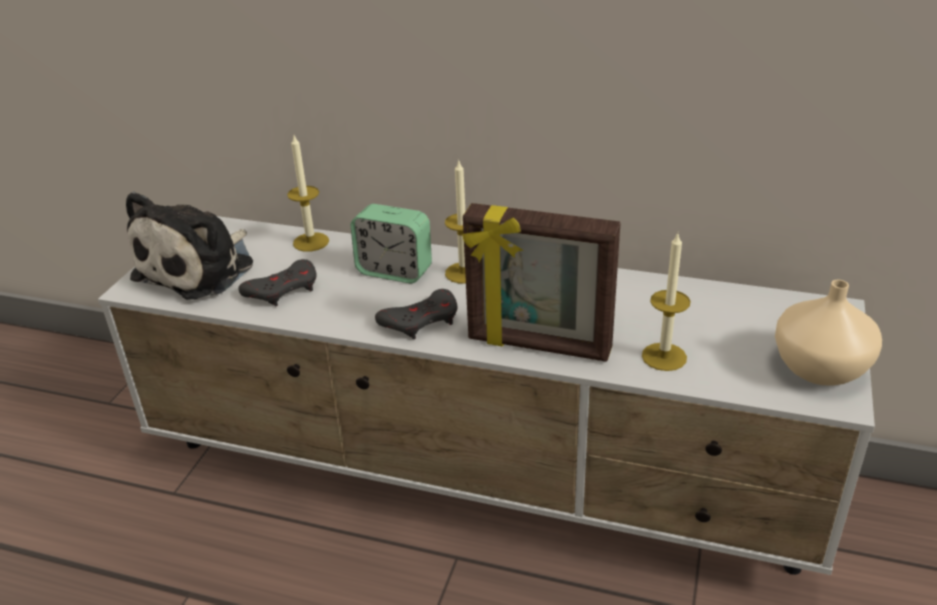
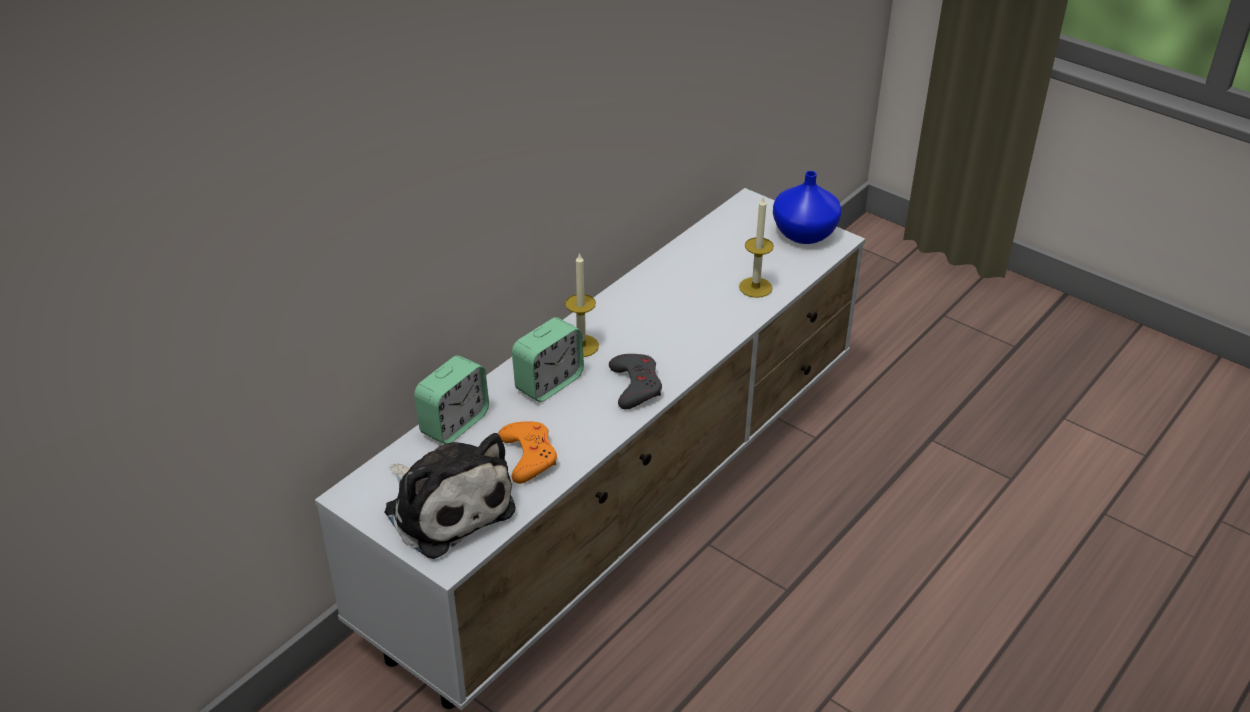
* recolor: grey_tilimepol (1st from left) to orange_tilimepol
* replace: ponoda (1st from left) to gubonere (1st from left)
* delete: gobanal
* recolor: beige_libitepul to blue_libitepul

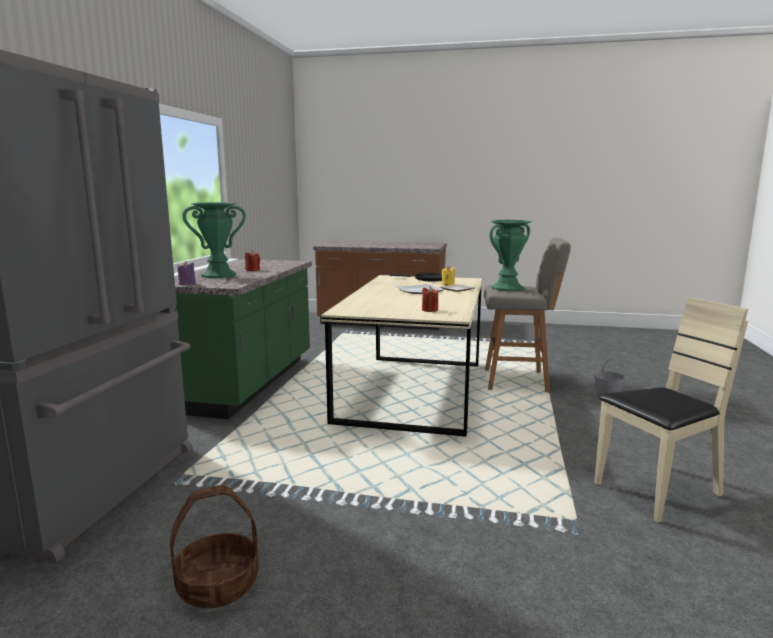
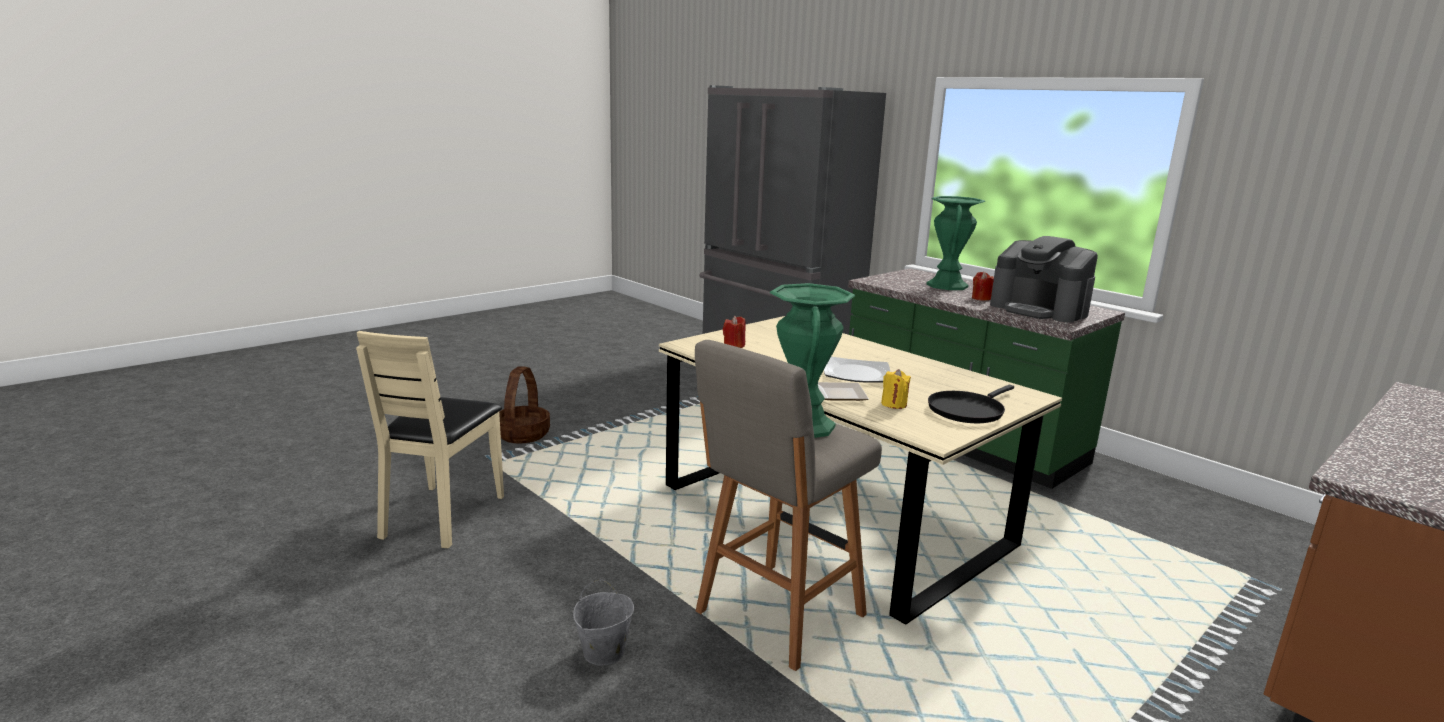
* move: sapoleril
* delete: purple_ponoda
* insert: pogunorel

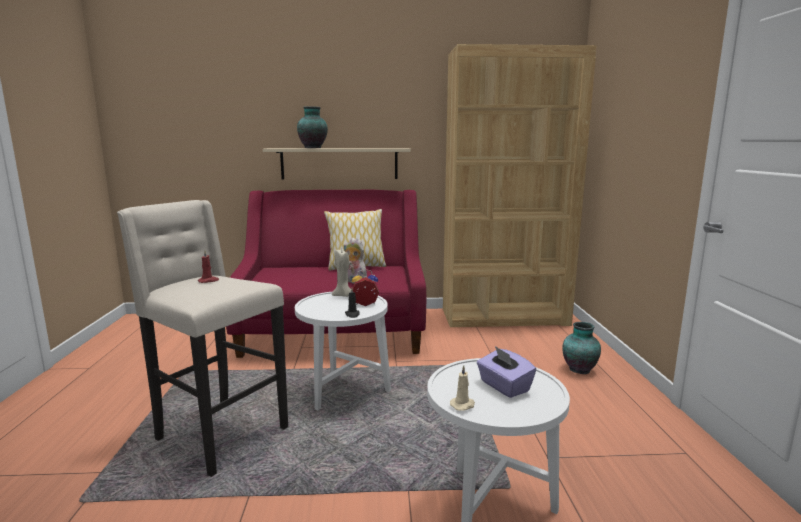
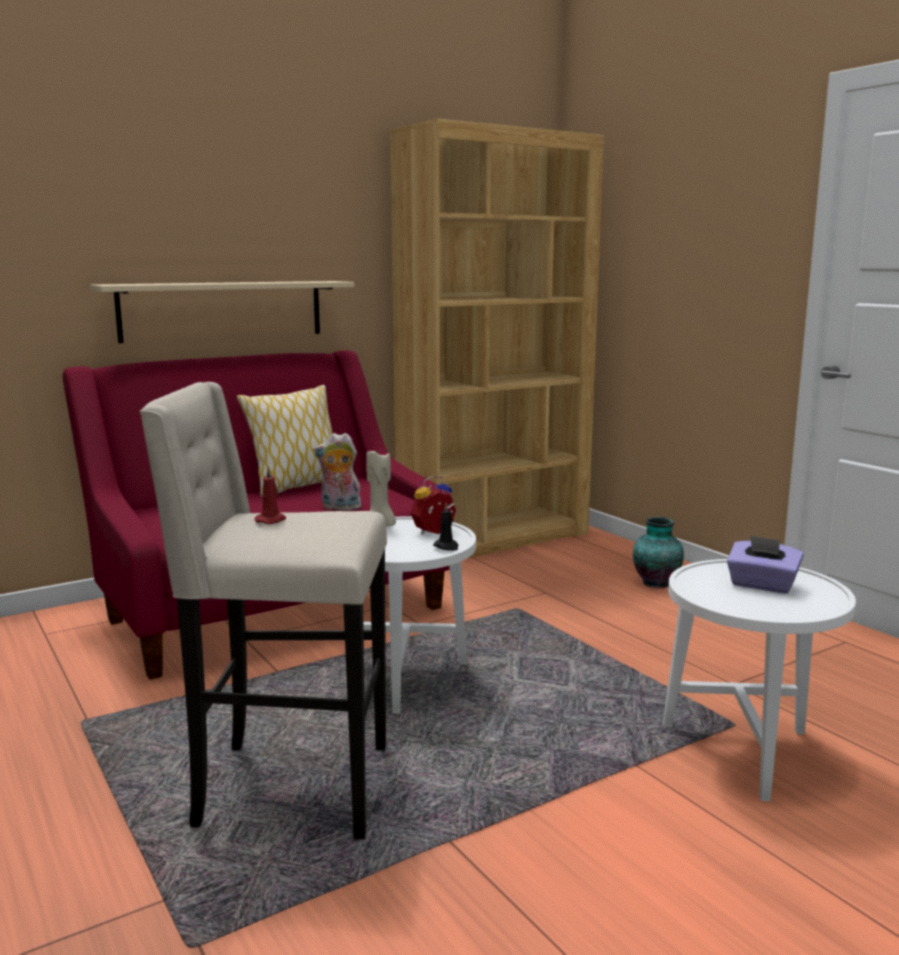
* delete: libitepul (1st from left)
* delete: beige_ponoda (2nd from left)

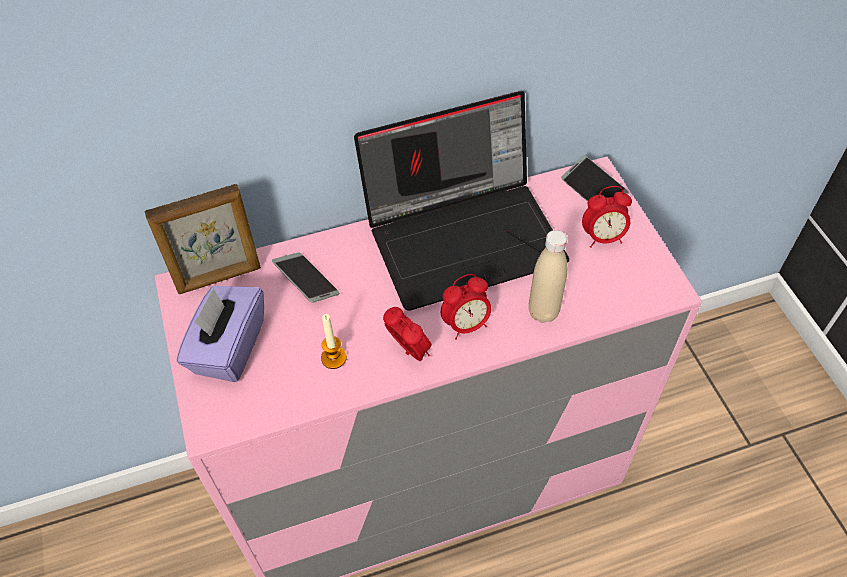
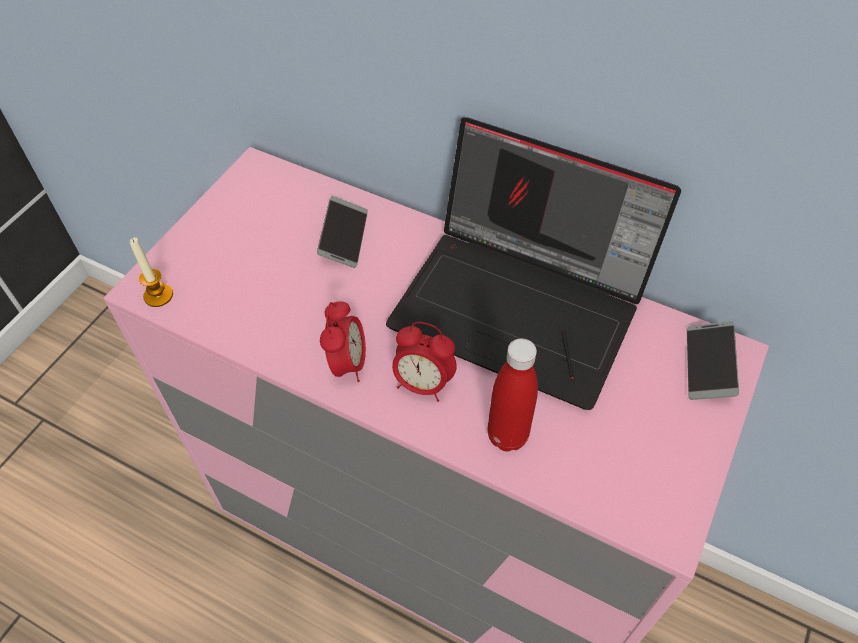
* delete: gobanal
* delete: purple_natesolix
* move: ponoda
* recolor: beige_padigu to red_padigu
* delete: gubonere (3rd from left)

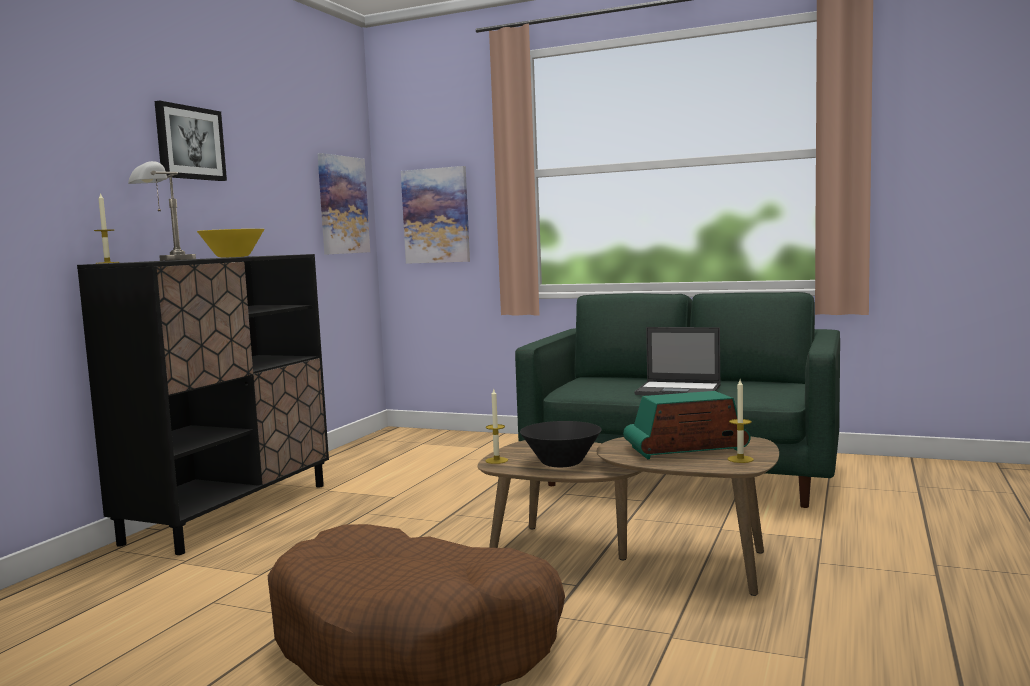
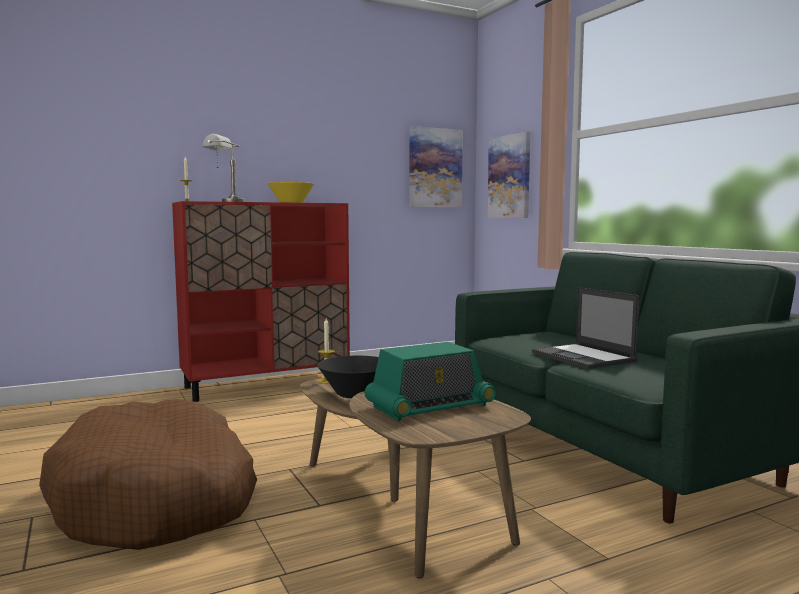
* recolor: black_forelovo to red_forelovo
* delete: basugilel (1st from left)
* rotate: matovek 120 degrees clockwise
* delete: ponoda (3rd from left)

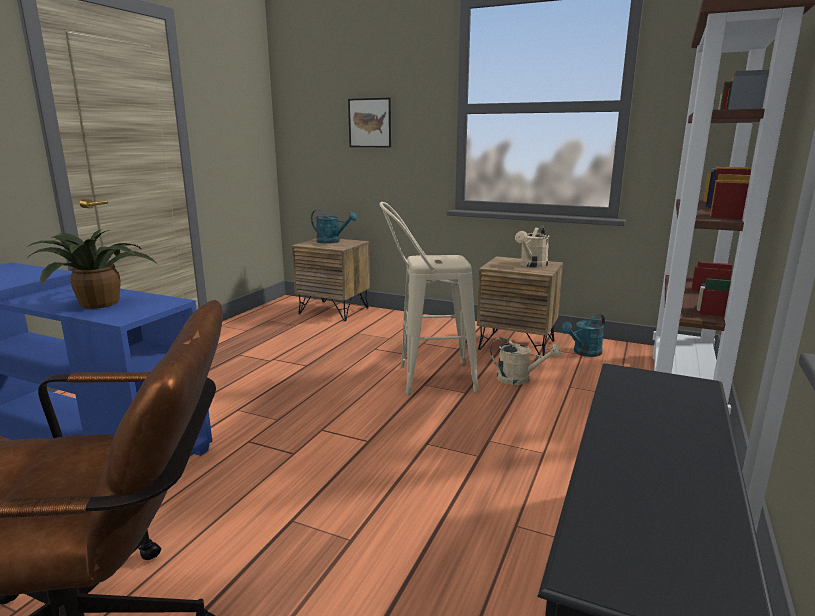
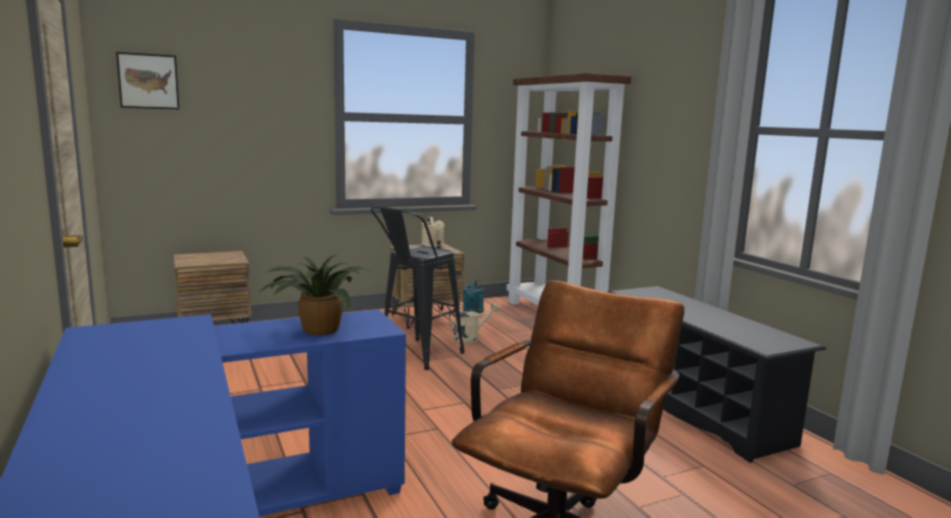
* delete: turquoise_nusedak (1st from left)
* move: basugilel
* recolor: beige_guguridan to black_guguridan

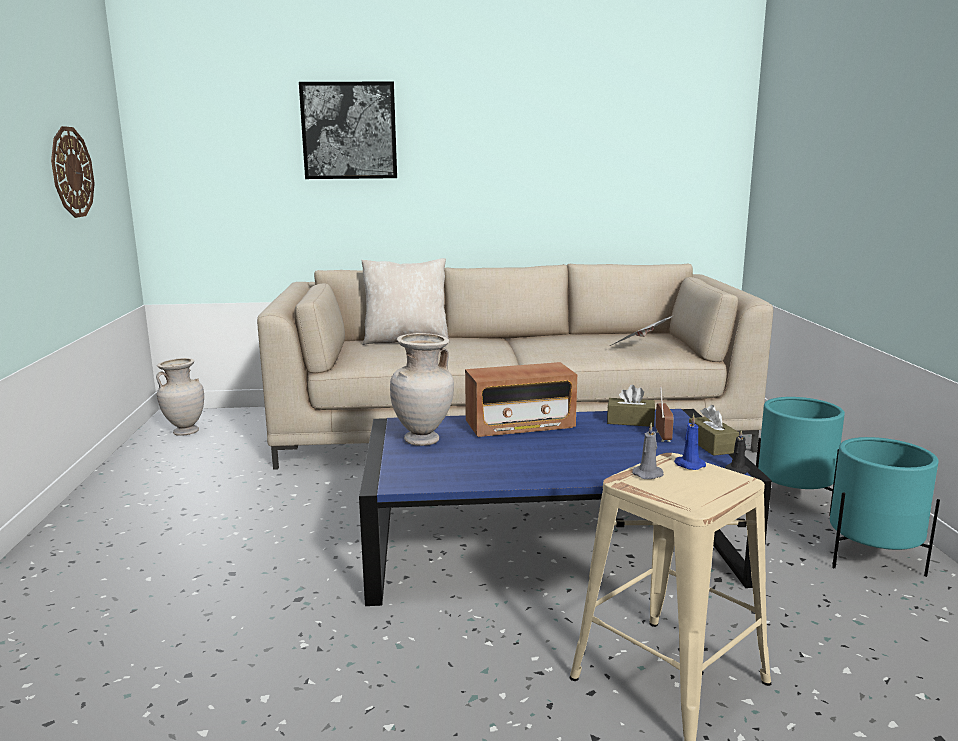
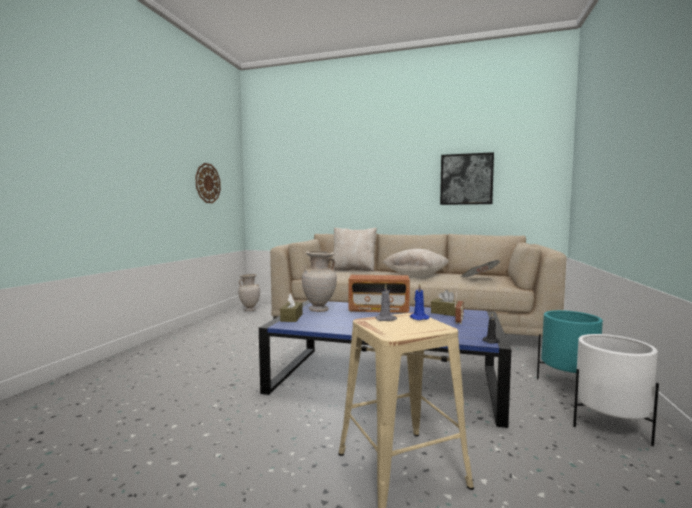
* move: basugilel
* move: brown_natesolix (2nd from left in the first image) to brown_natesolix (1st from left)
* recolor: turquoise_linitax (2nd from left) to white_linitax
* insert: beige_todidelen (2nd from left)

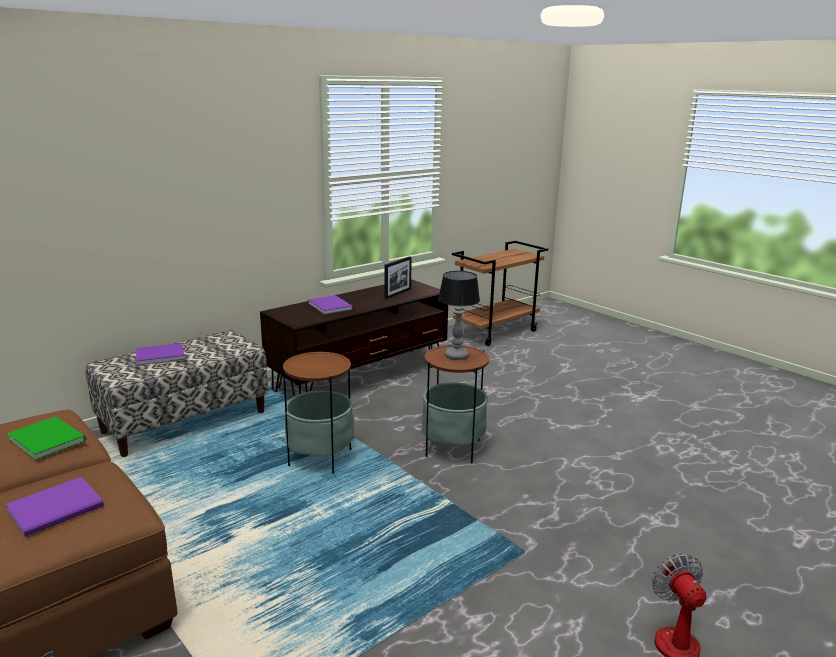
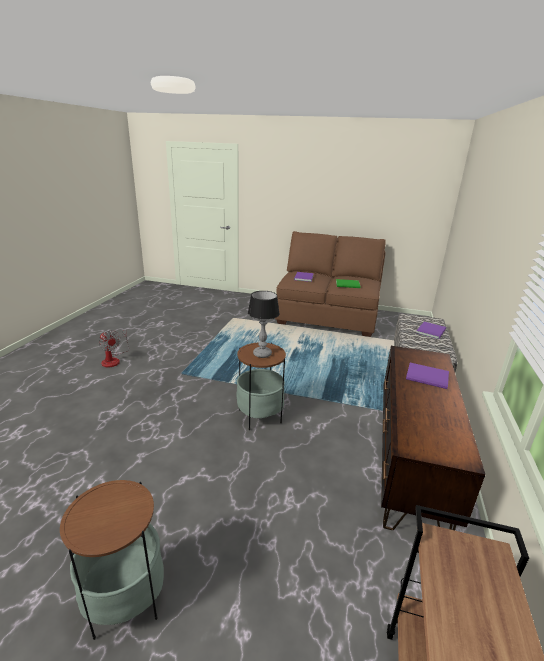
* move: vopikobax (1st from left)
* delete: gobanal

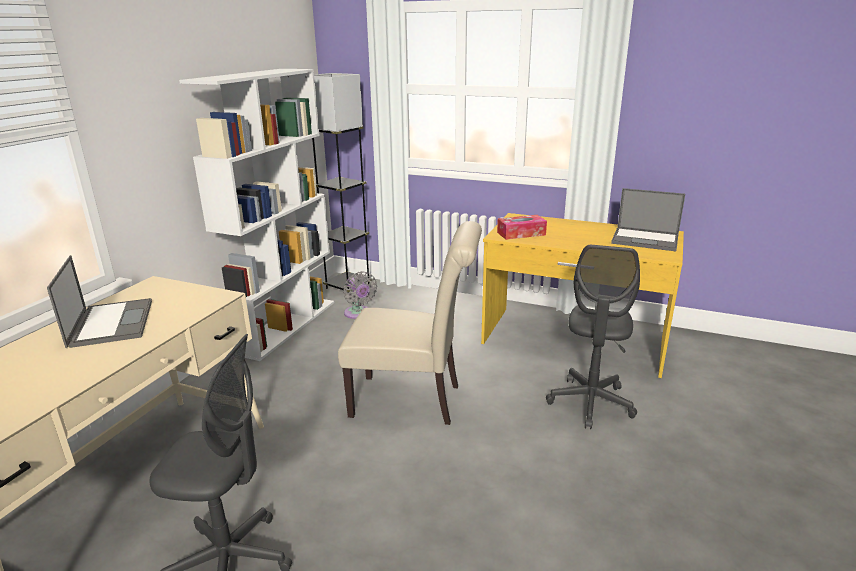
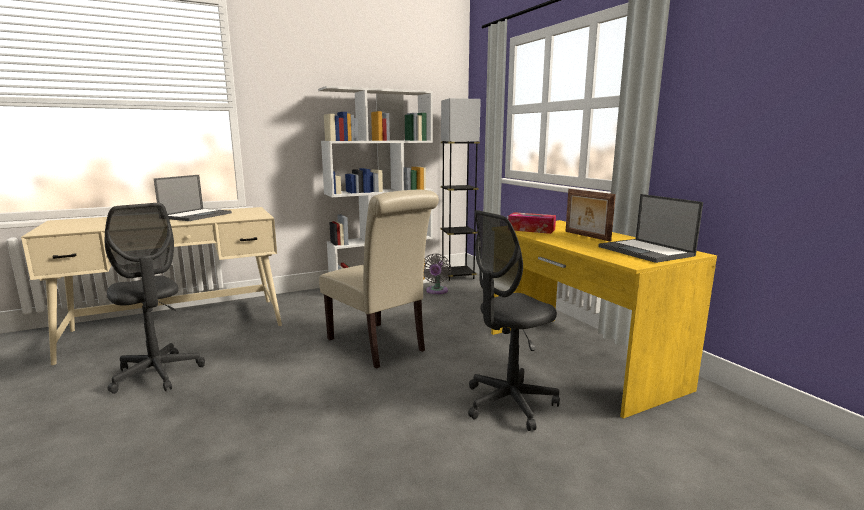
* insert: gobanal

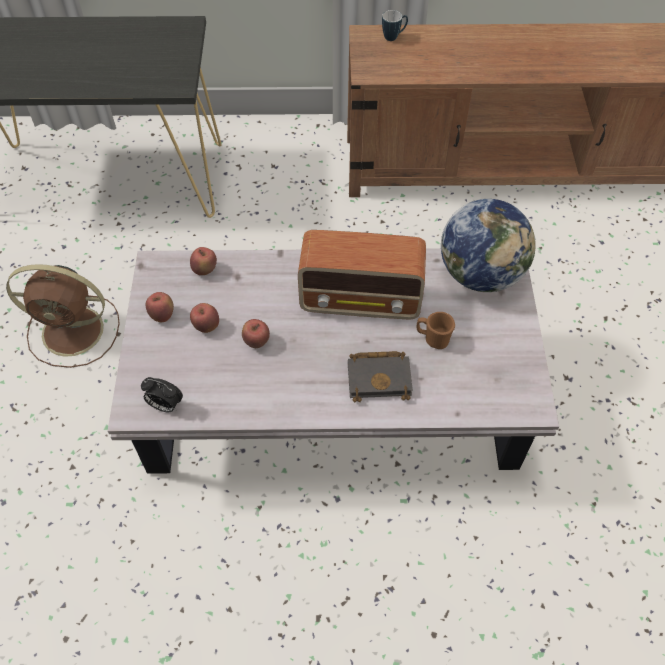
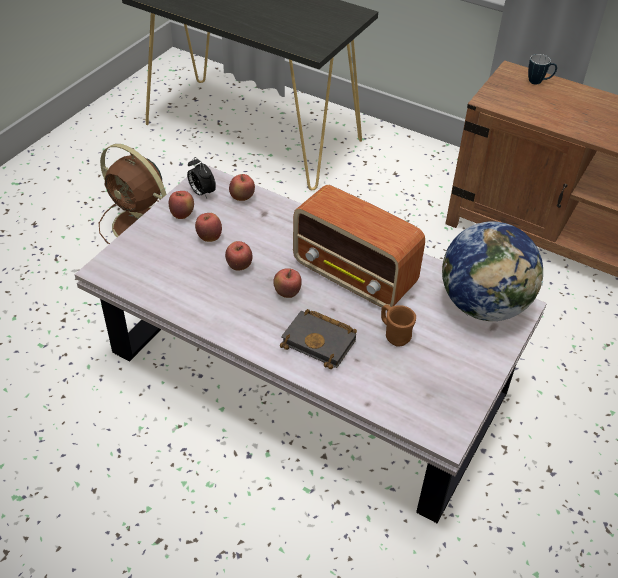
* move: gubonere
* insert: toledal (5th from left)

